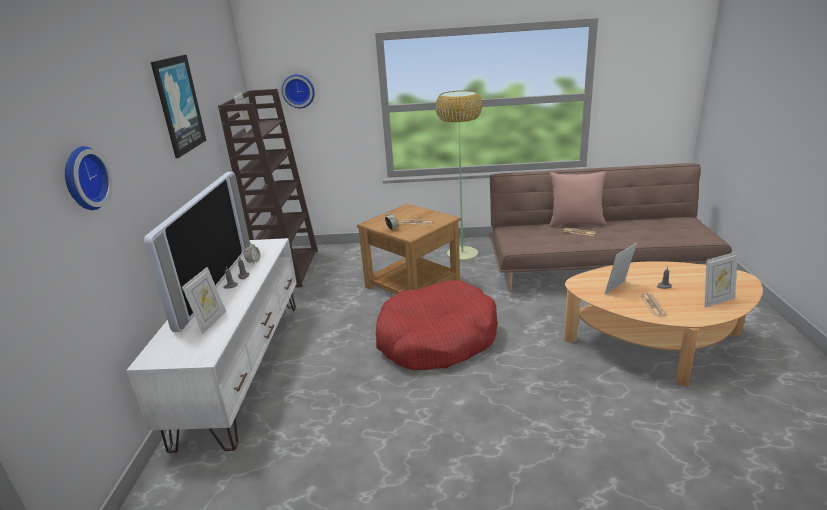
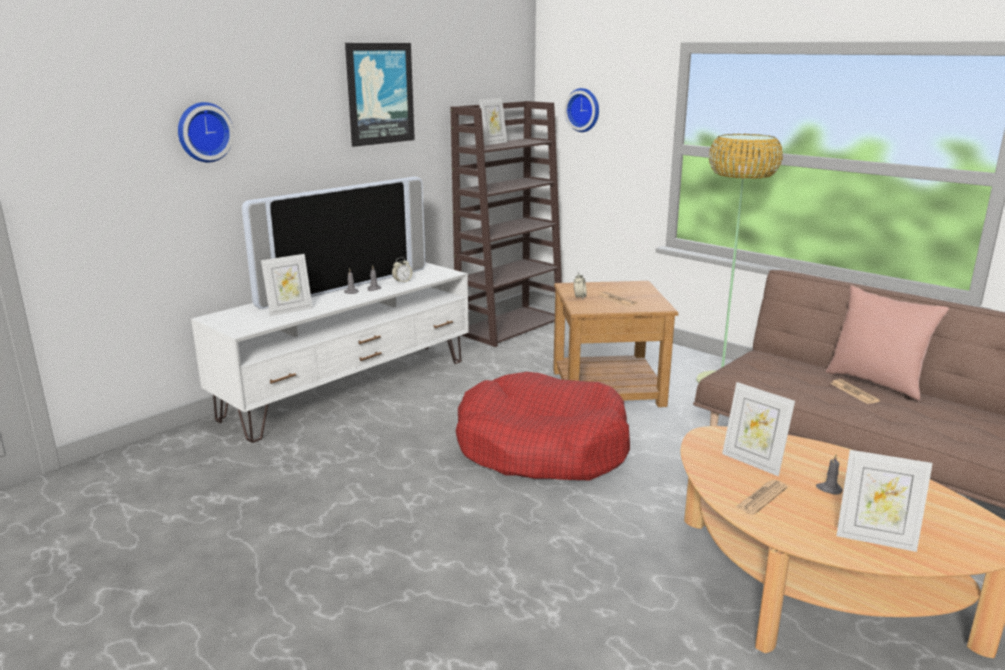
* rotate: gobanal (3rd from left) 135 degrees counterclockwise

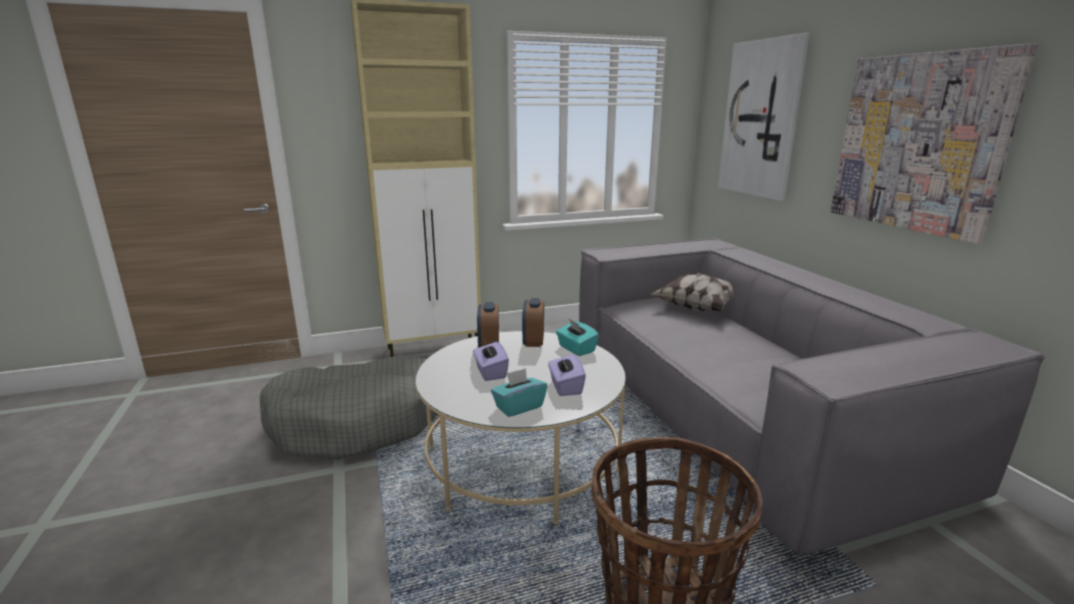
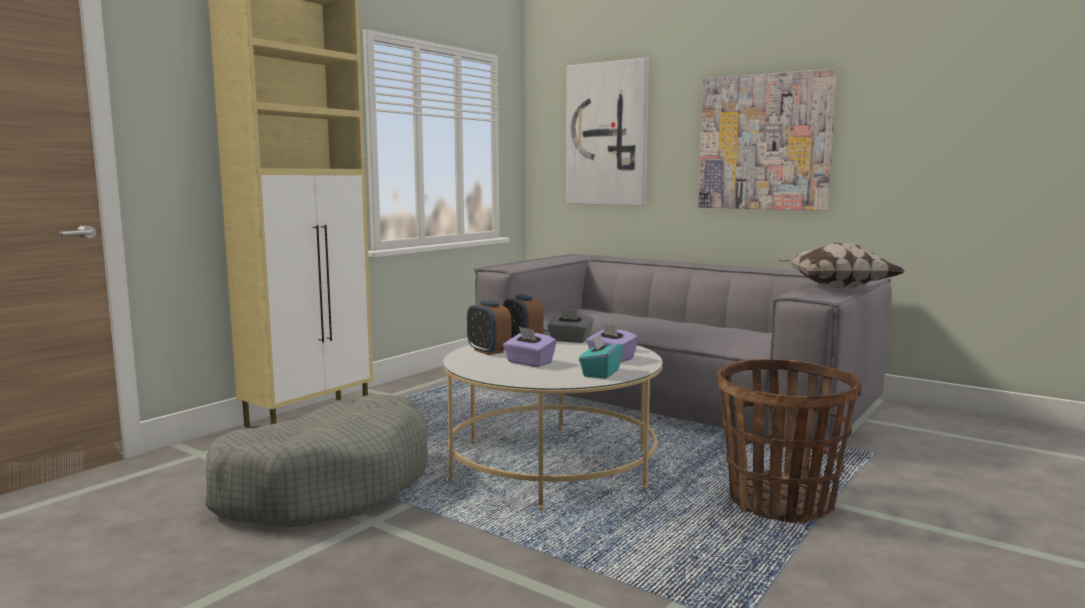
* recolor: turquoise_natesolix (2nd from left) to grey_natesolix
* move: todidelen

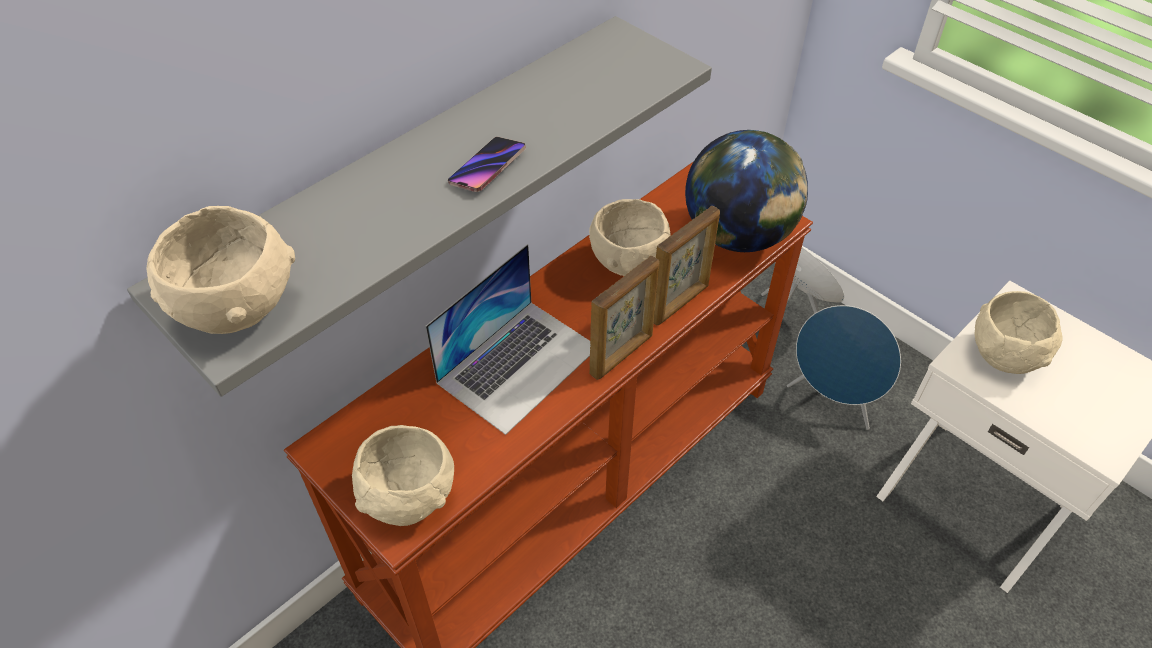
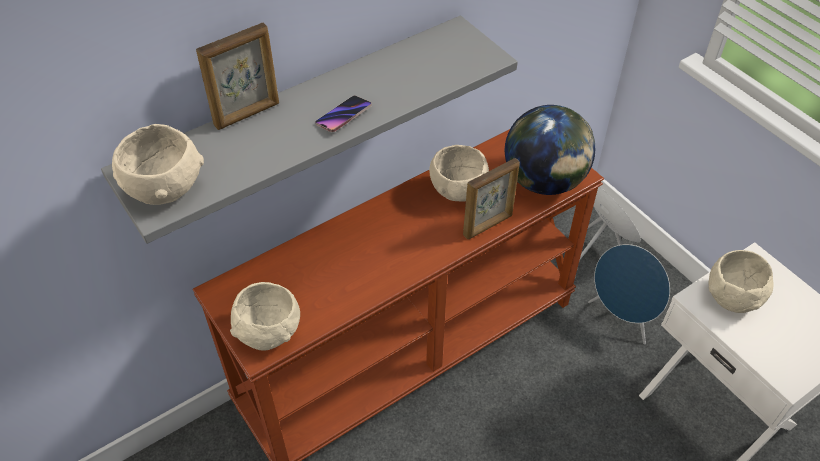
* delete: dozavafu
* move: gobanal (1st from left)

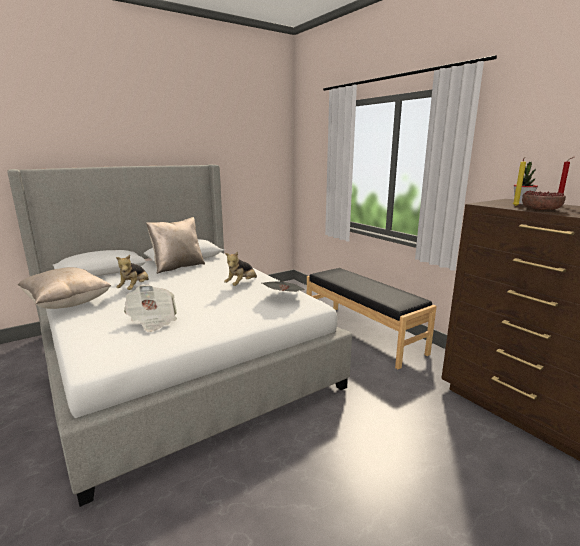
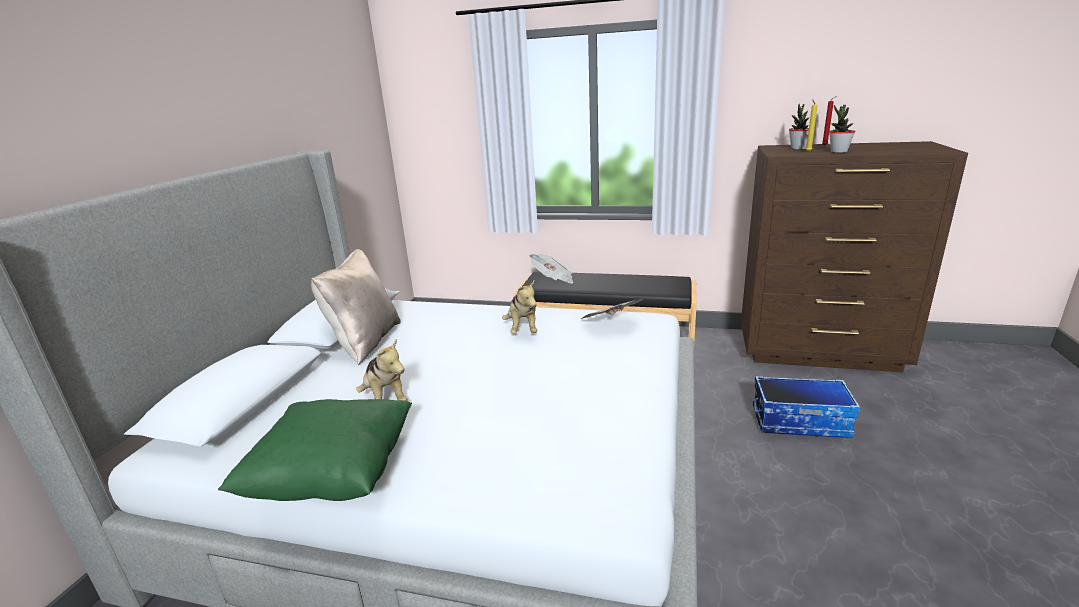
* recolor: beige_todidelen (1st from left) to green_todidelen
* move: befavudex (1st from left)
* replace: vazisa to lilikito (2nd from left)
* insert: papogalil

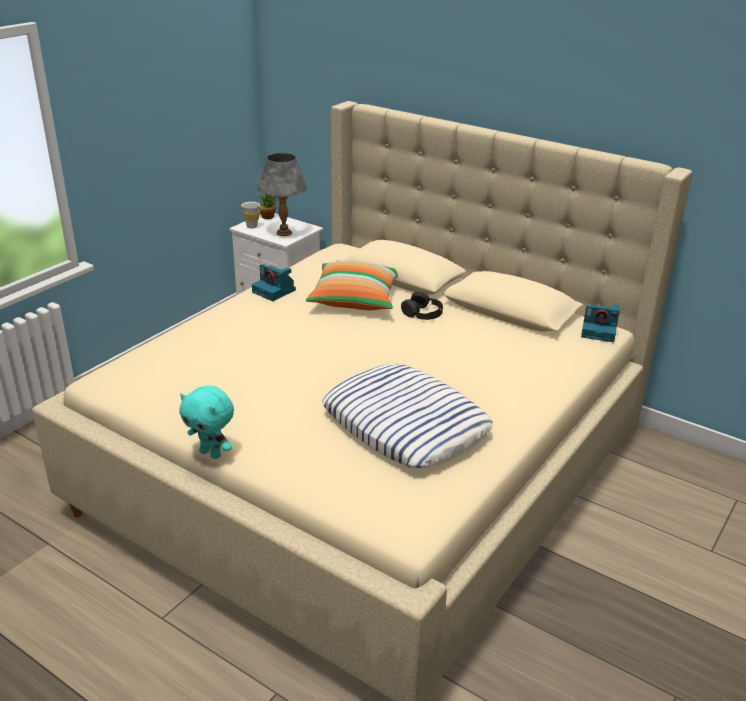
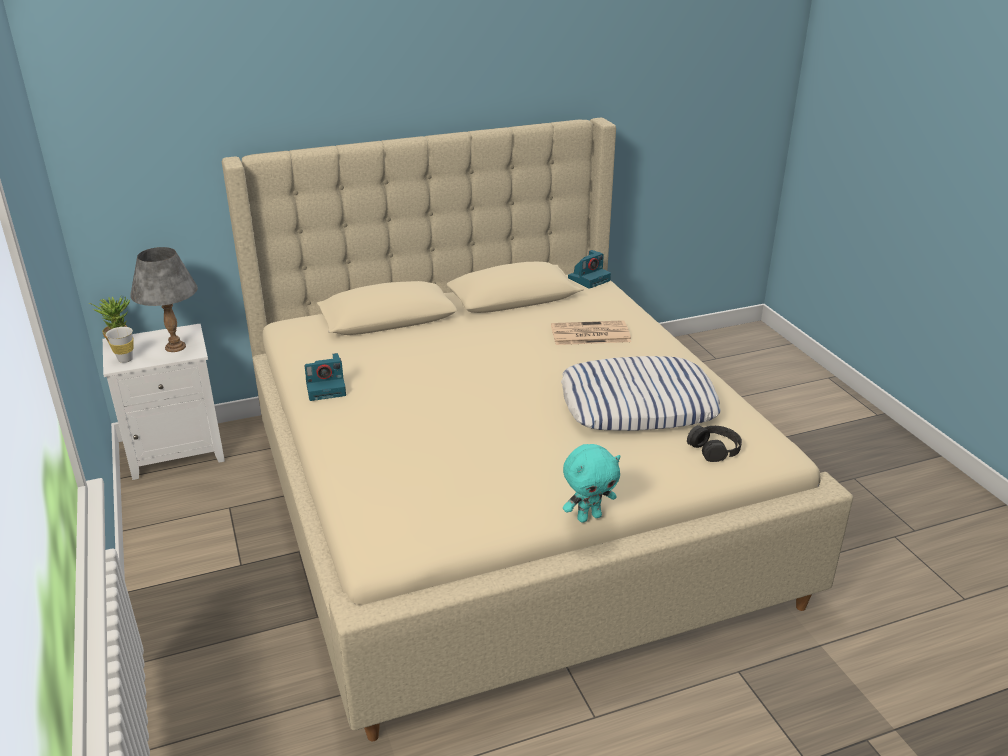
* delete: todidelen (1st from left)
* move: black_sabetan
* insert: befavudex

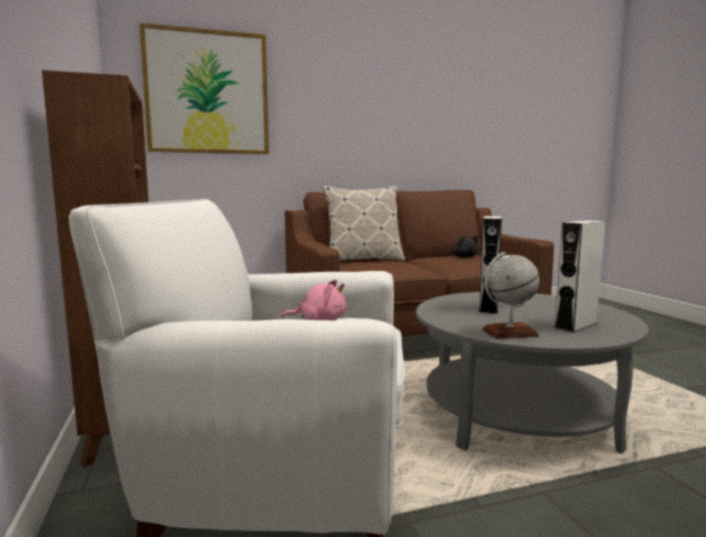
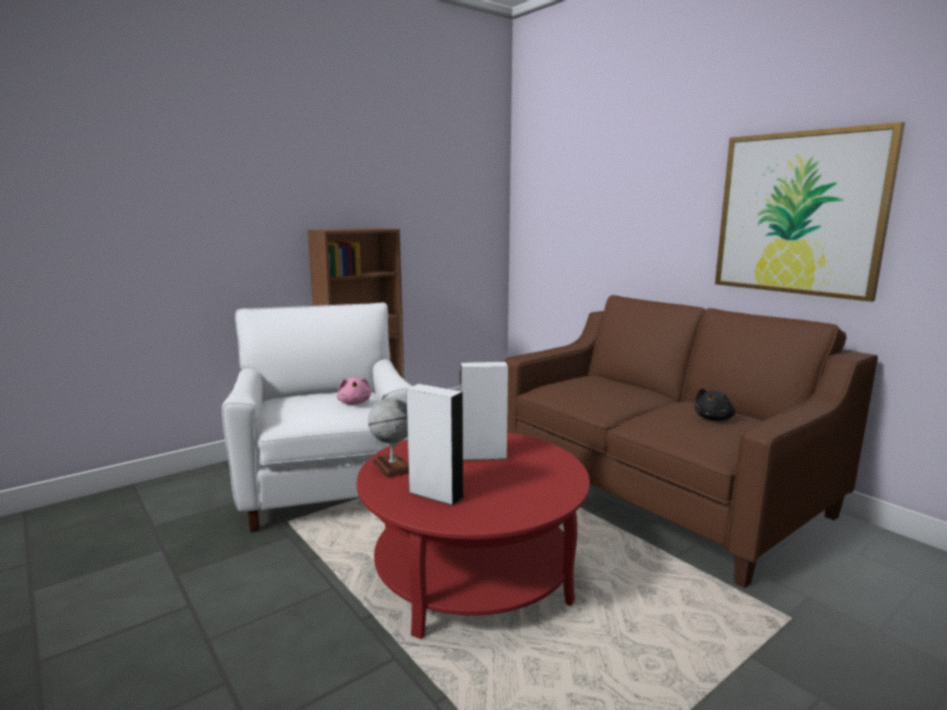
* move: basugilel
* delete: todidelen
* recolor: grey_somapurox to red_somapurox

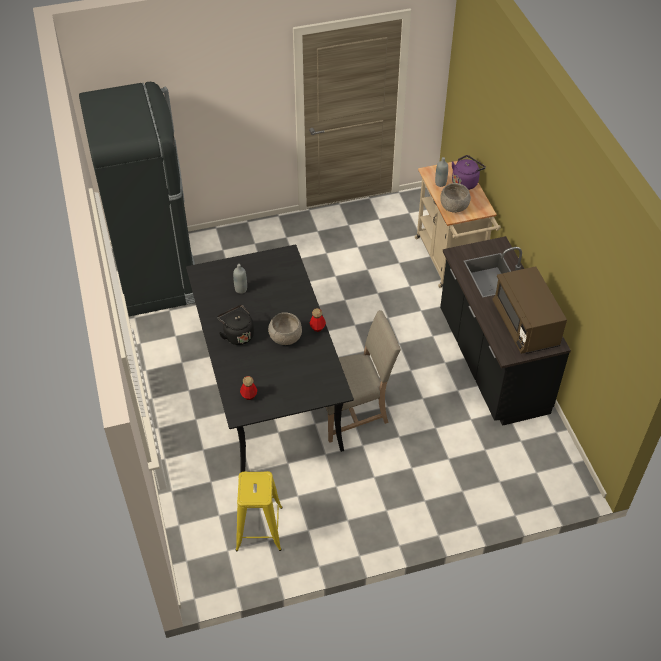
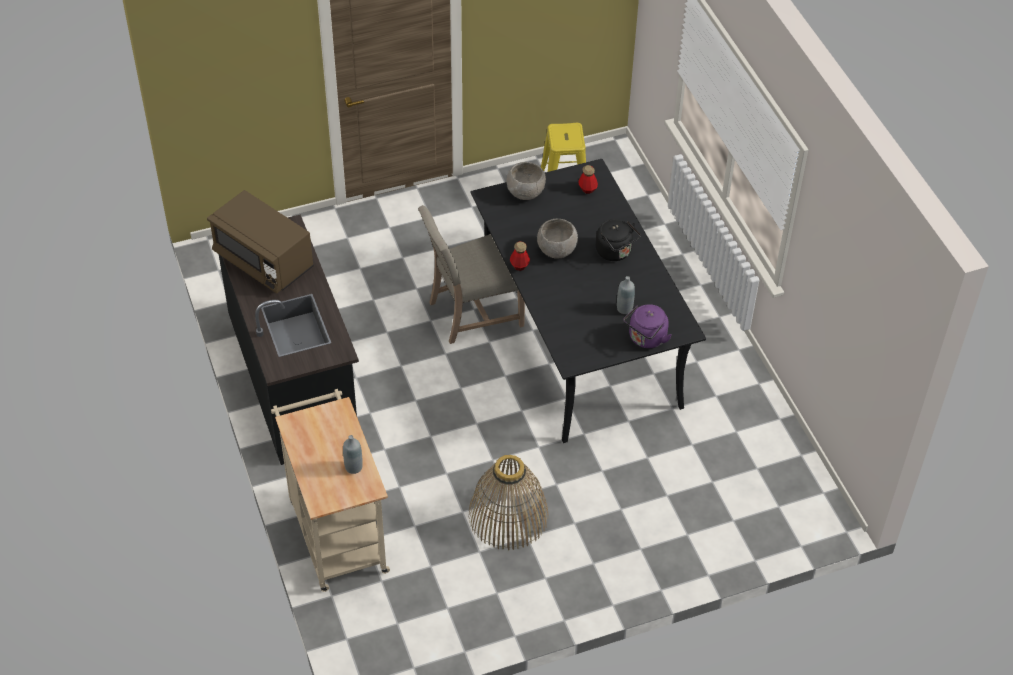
* delete: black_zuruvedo
* move: grey_vazisa (2nd from left in the first image) to grey_vazisa (1st from left)
* move: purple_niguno
* rotate: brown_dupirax 150 degrees clockwise
* insert: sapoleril

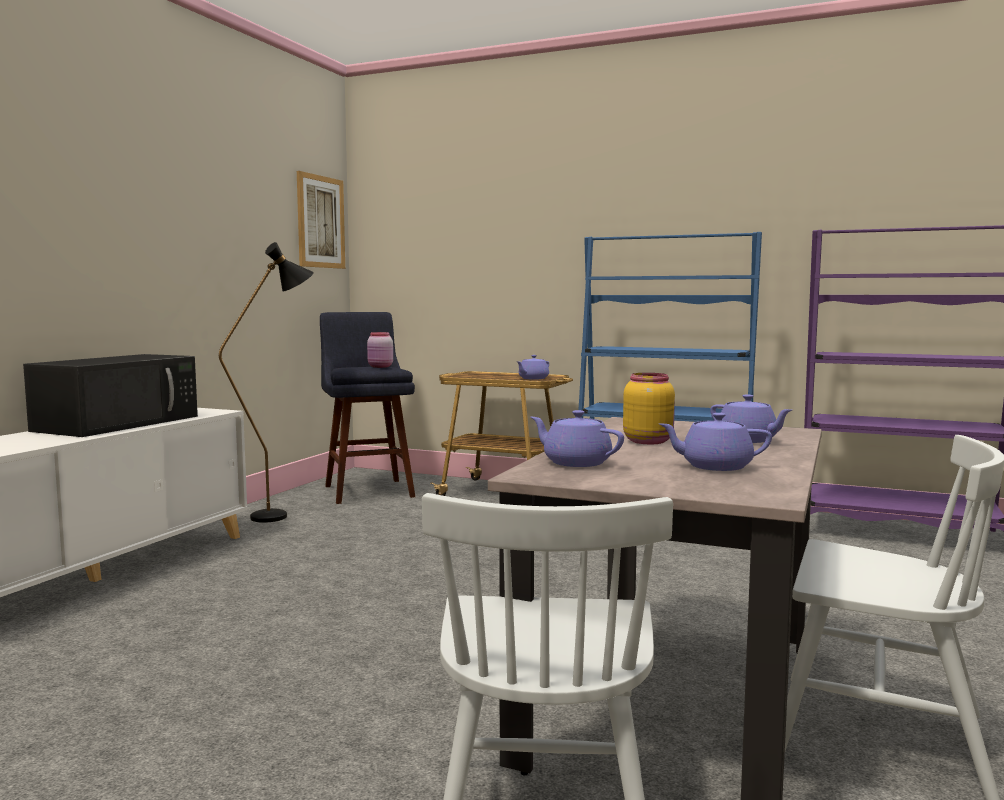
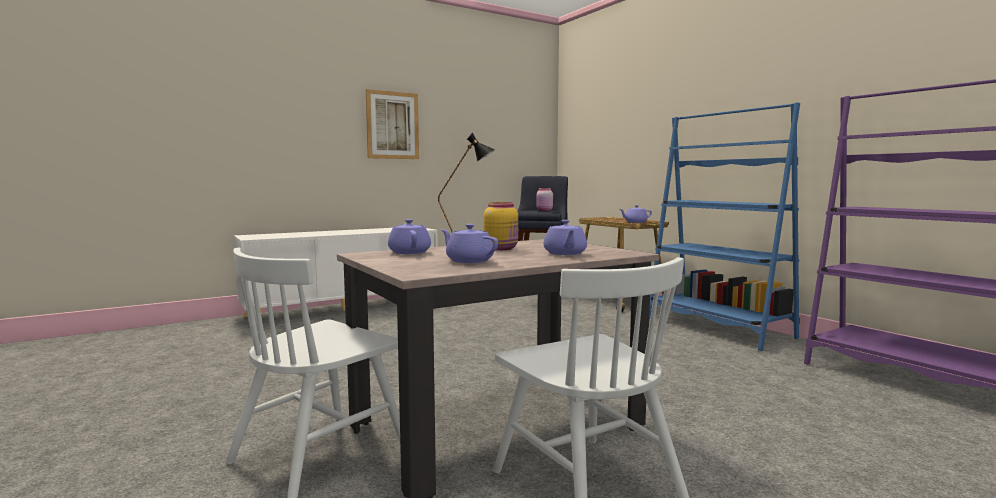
* delete: black_dupirax
* move: basugilel

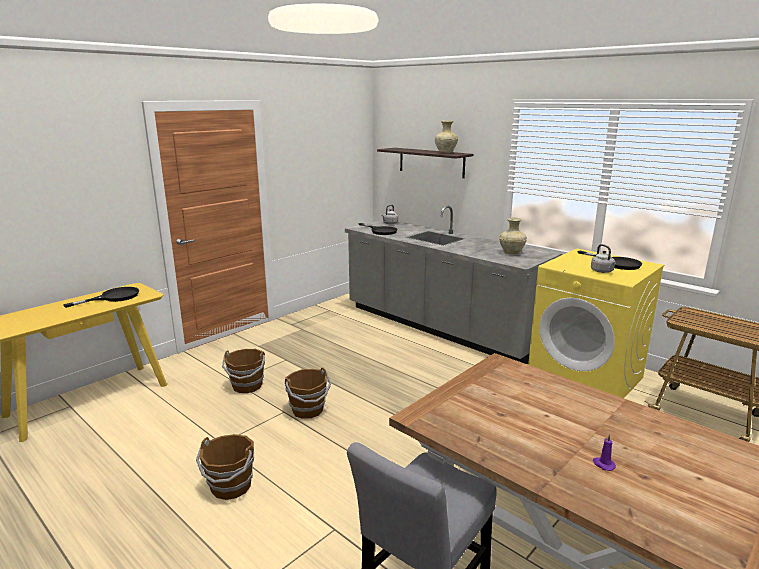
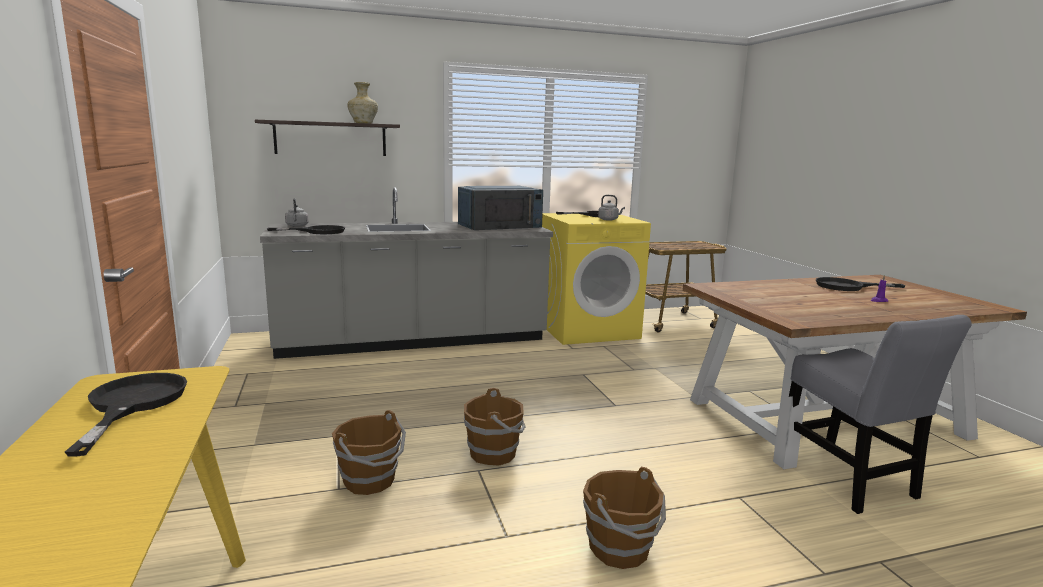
* replace: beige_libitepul (2nd from left) to blue_dupirax
* insert: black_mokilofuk (4th from left)

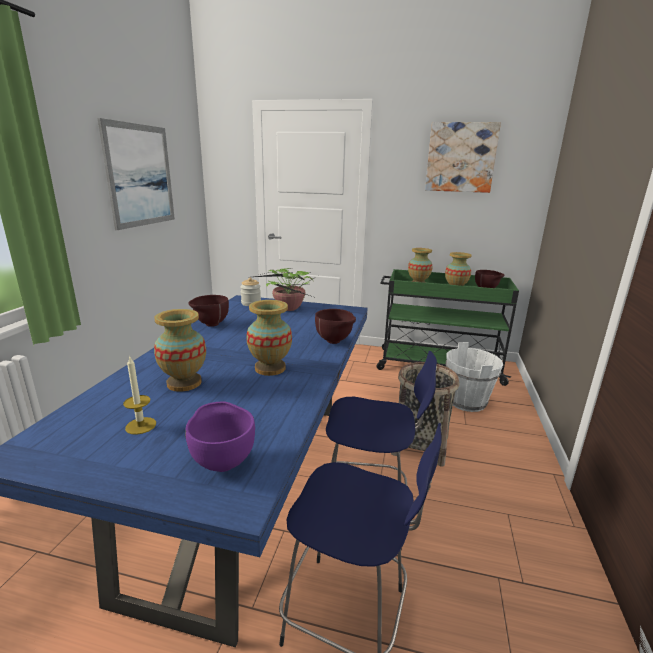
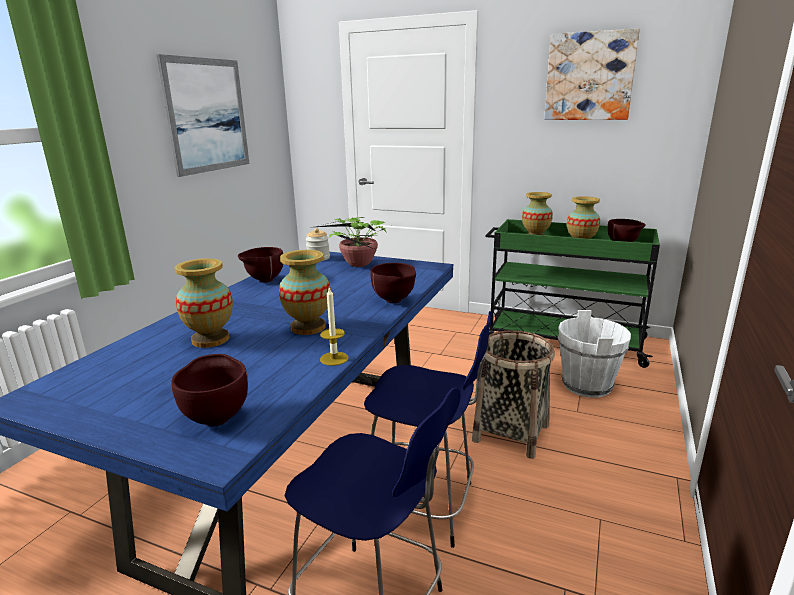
* move: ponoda
* recolor: purple_vazisa to brown_vazisa (1st from left)

